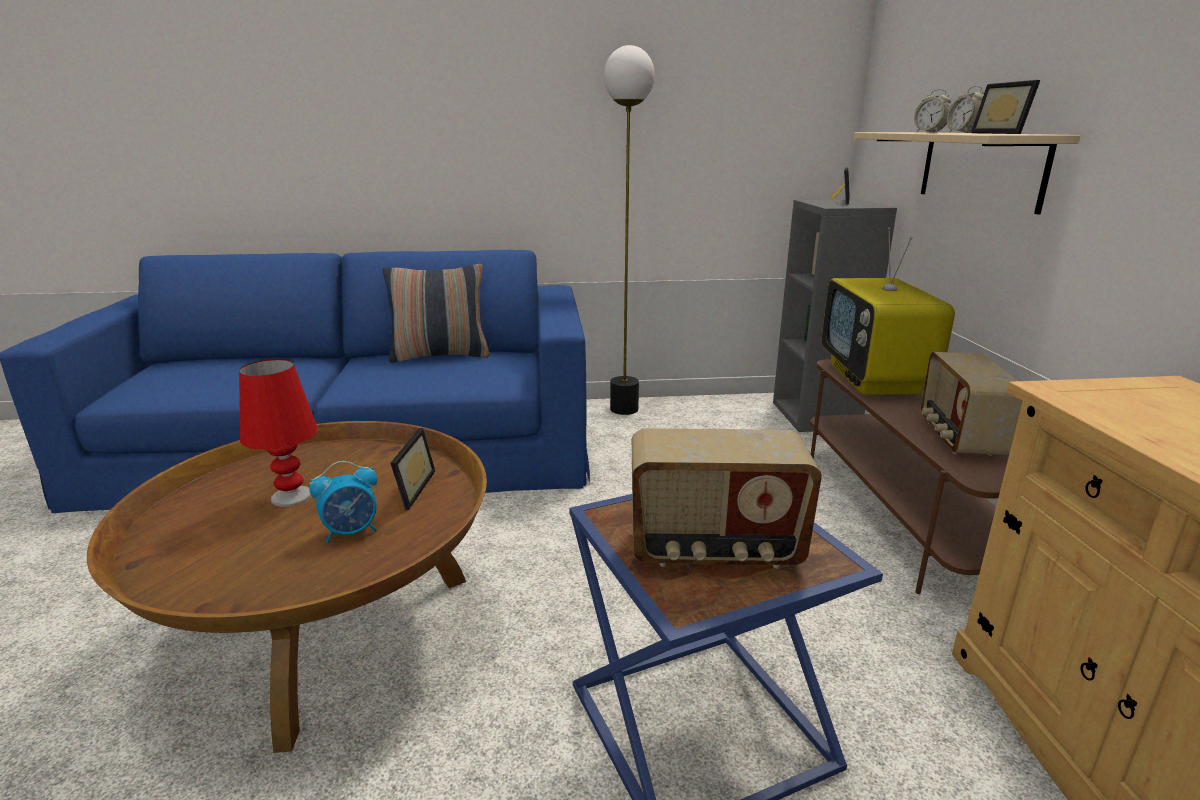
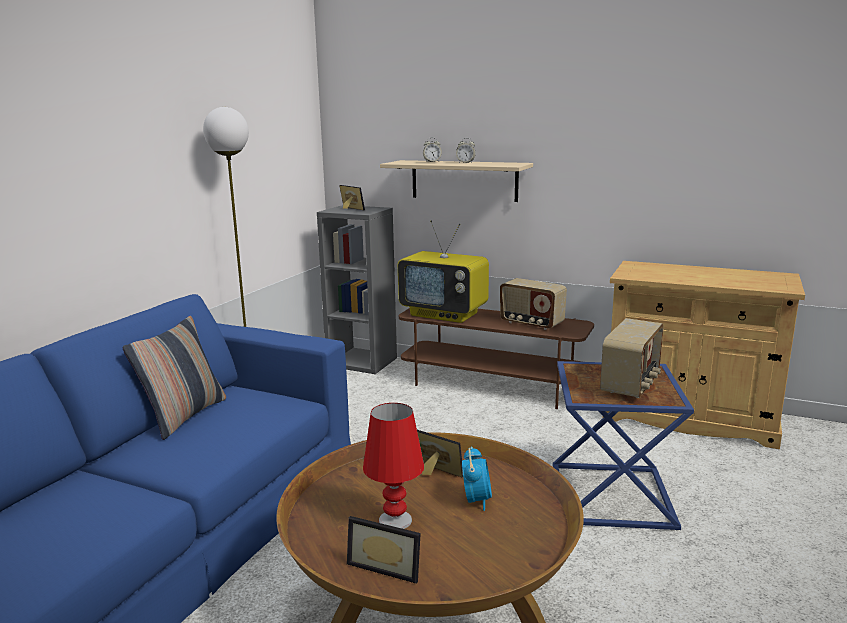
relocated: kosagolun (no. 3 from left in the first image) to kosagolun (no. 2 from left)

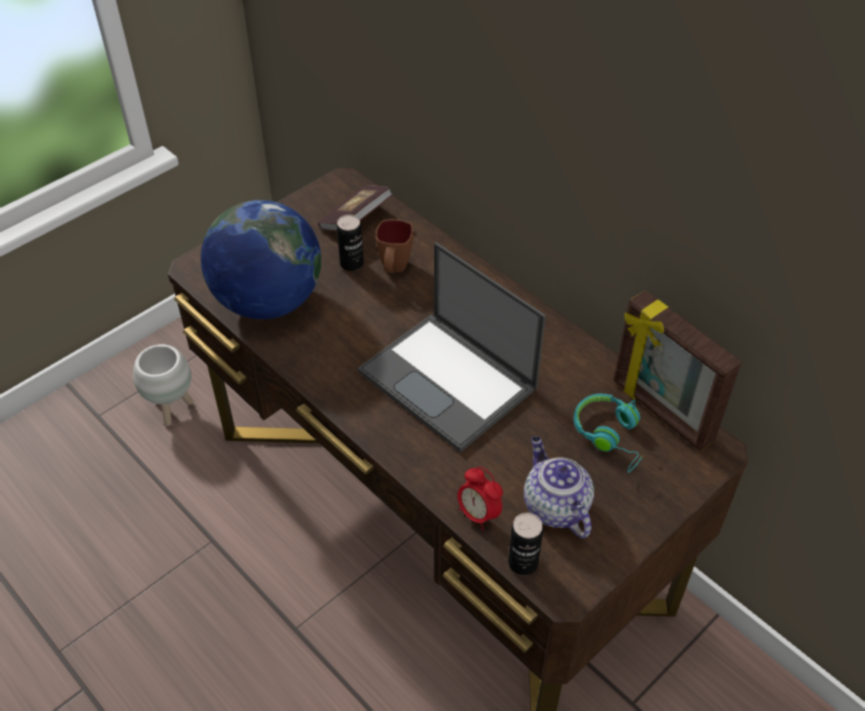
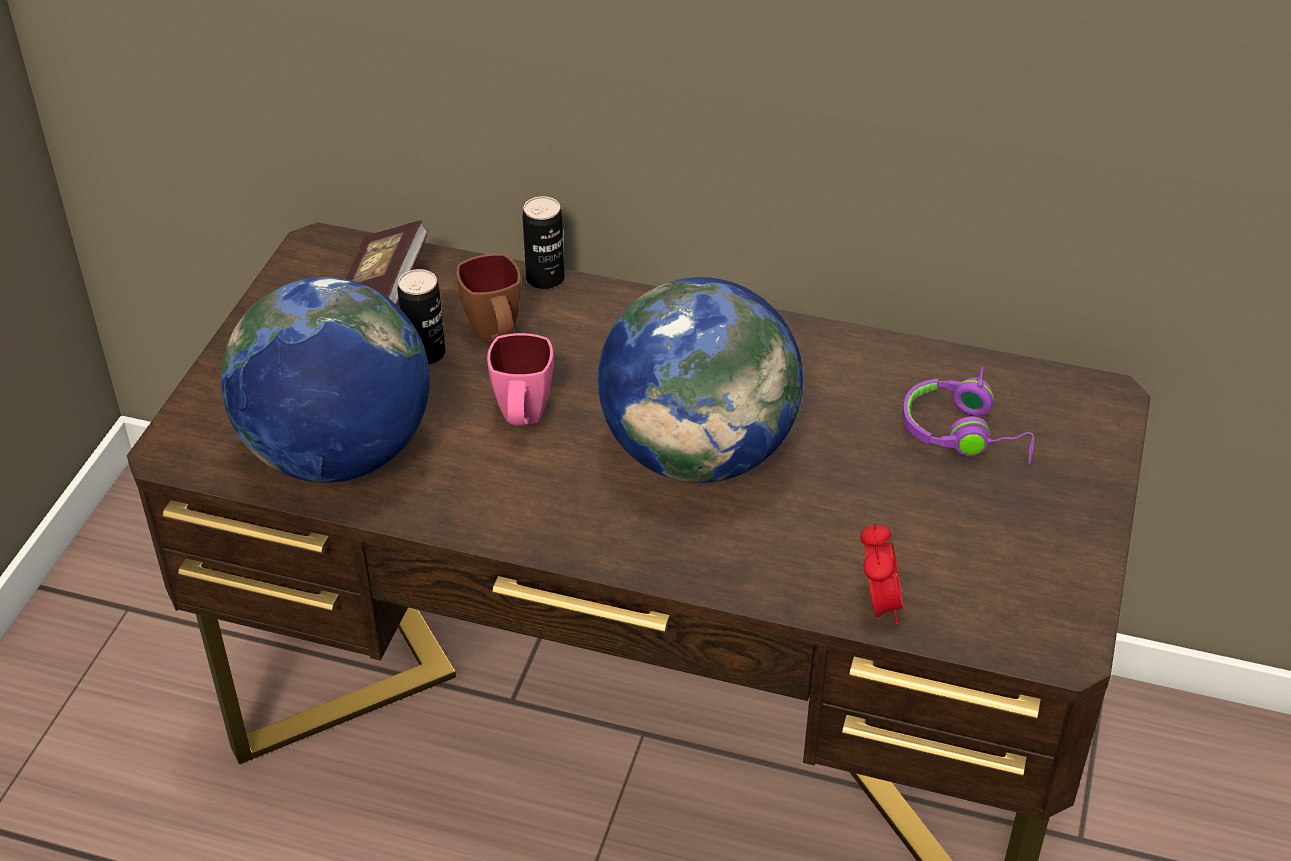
missing: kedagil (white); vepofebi; kosagolun
appeared: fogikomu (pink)
relocated: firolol (no. 2 from left)
exchanged: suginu to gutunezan (no. 2 from left)
colour: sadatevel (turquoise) to sadatevel (purple)
spun: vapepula 105 degrees counterclockwise

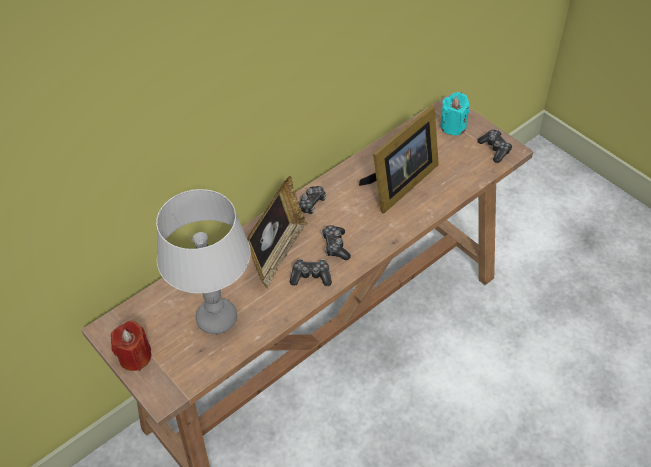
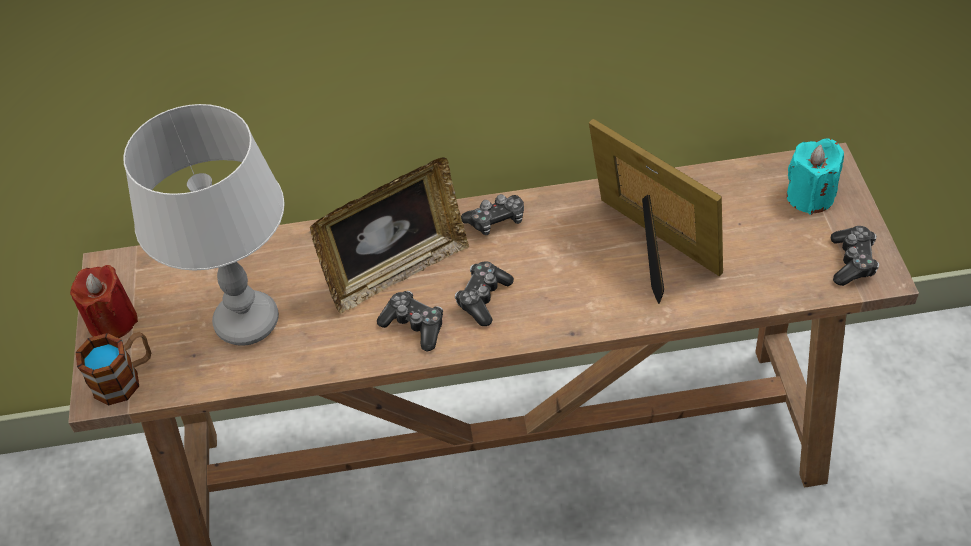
appeared: fogikomu
spun: kosagolun (no. 2 from left) 120 degrees counterclockwise

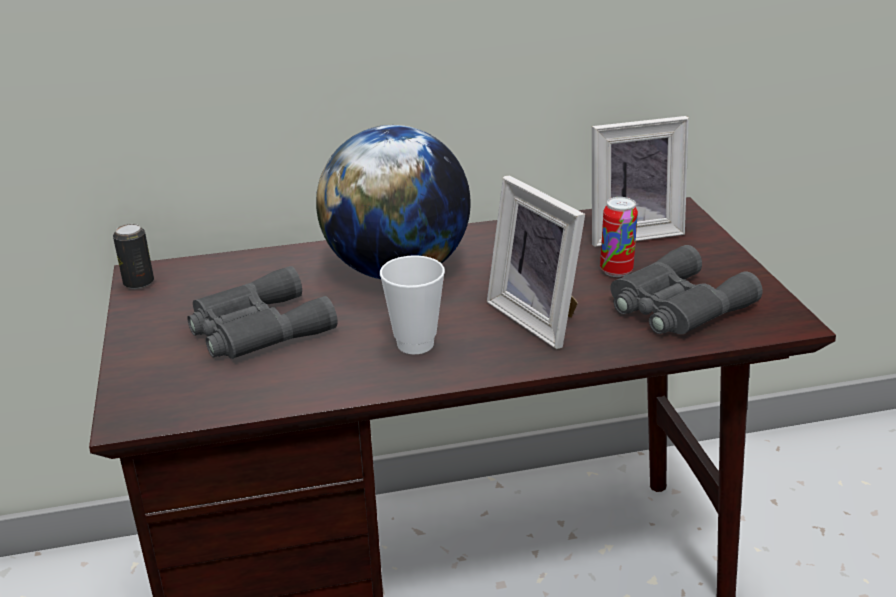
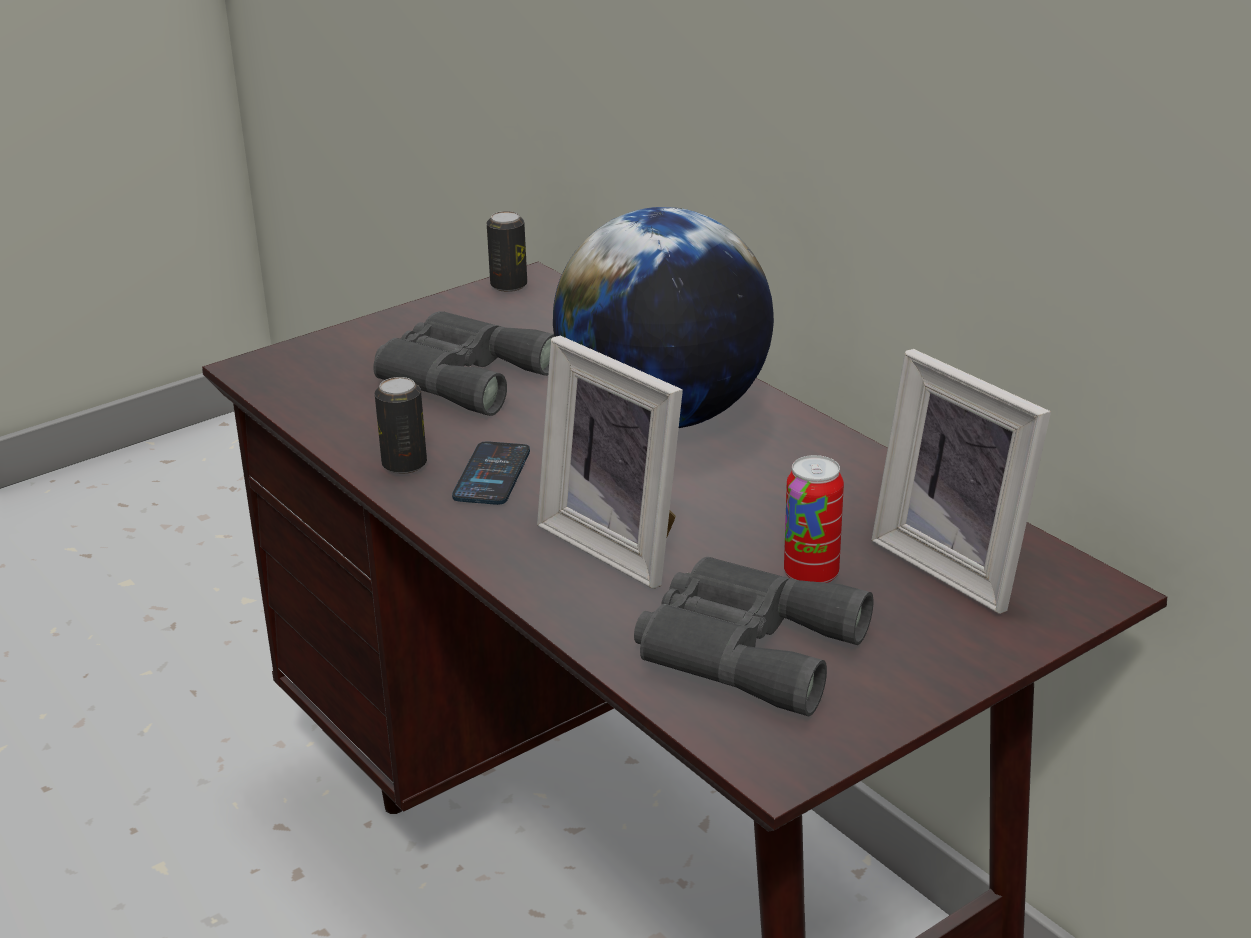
appeared: firolol (no. 1 from left)
exchanged: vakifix to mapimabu
spun: kosagolun (no. 1 from left) 75 degrees counterclockwise

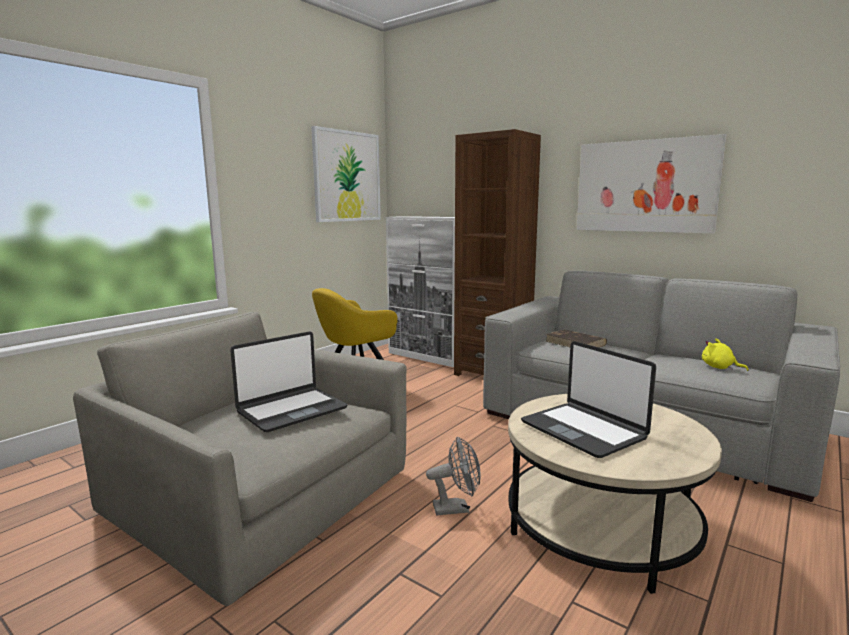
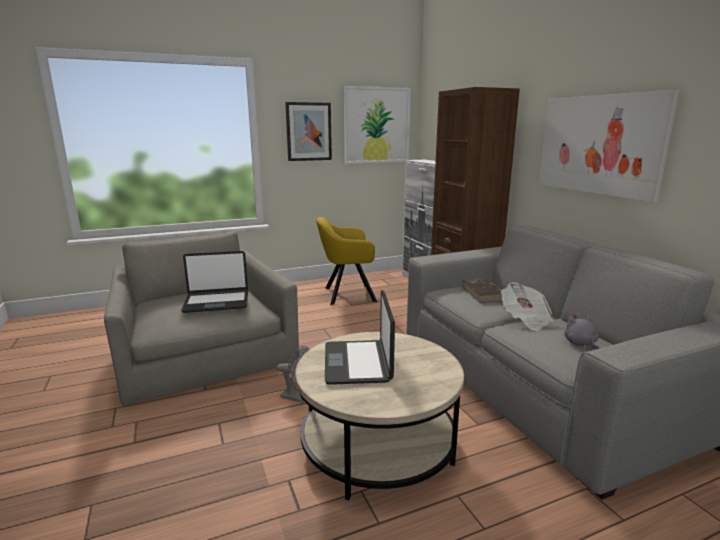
appeared: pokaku (no. 1 from left); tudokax
colour: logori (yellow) to logori (grey)

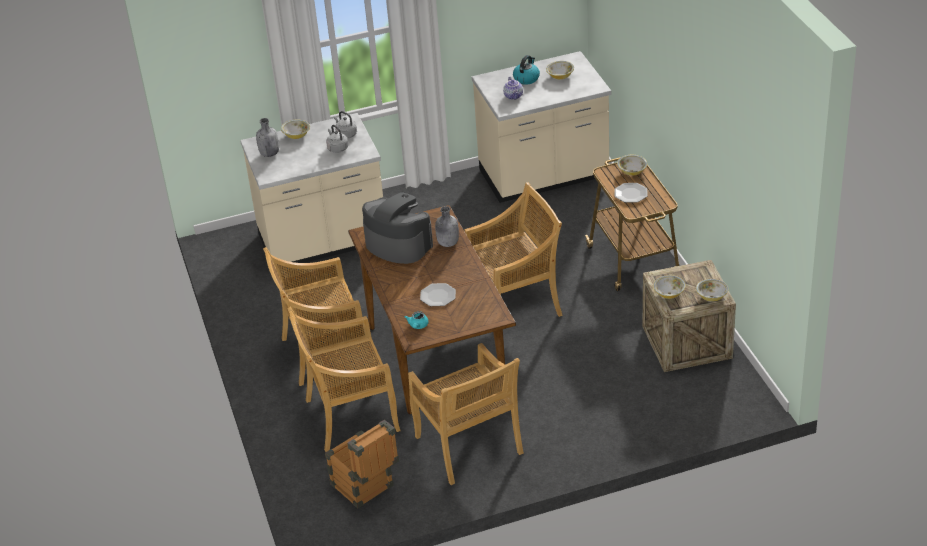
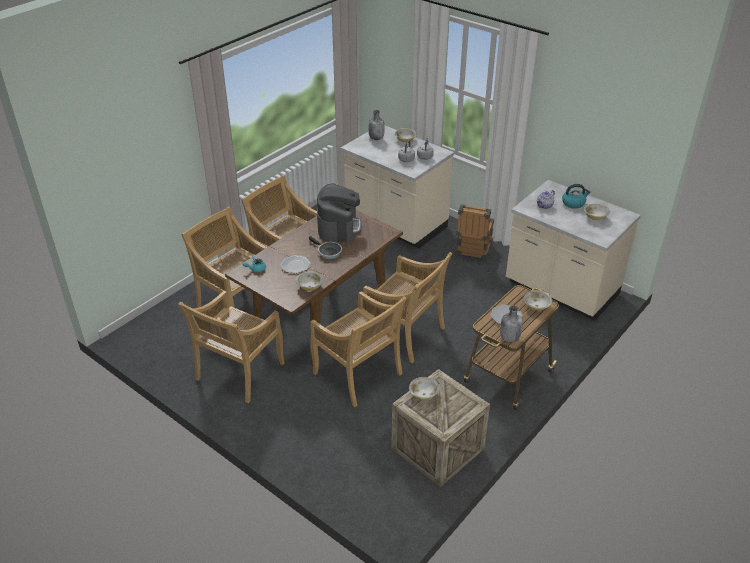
appeared: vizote; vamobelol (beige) (no. 4 from left)
relocated: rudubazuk (no. 1 from left in the first image) to rudubazuk (no. 2 from left); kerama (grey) (no. 2 from left); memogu (no. 5 from left in the first image) to memogu (no. 1 from left)

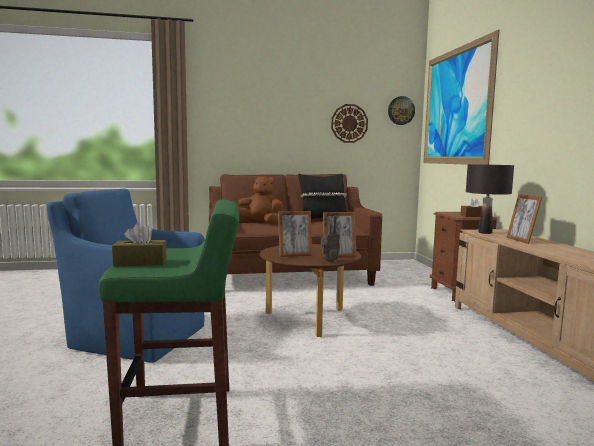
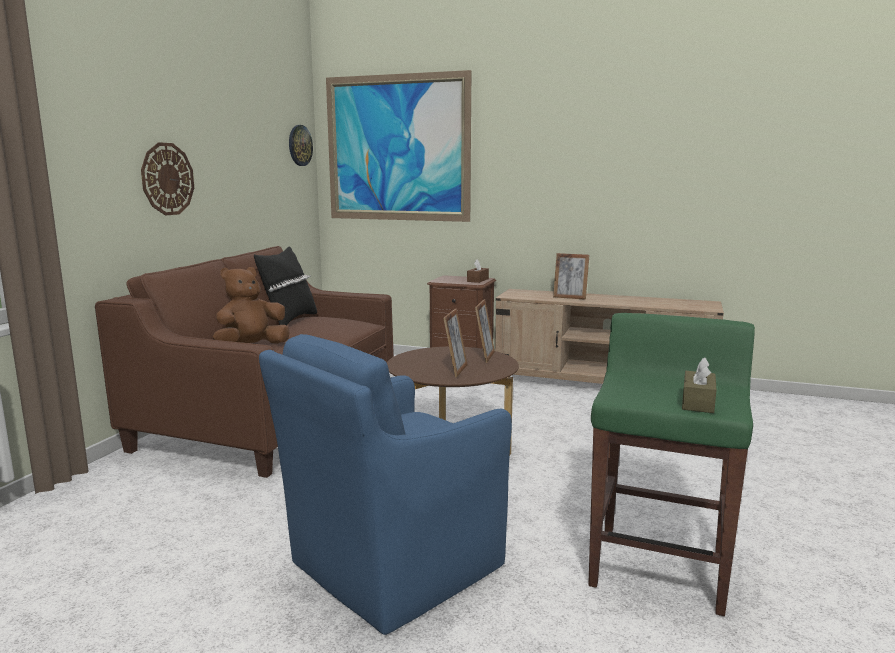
missing: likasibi; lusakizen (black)
relocated: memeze (no. 1 from left)

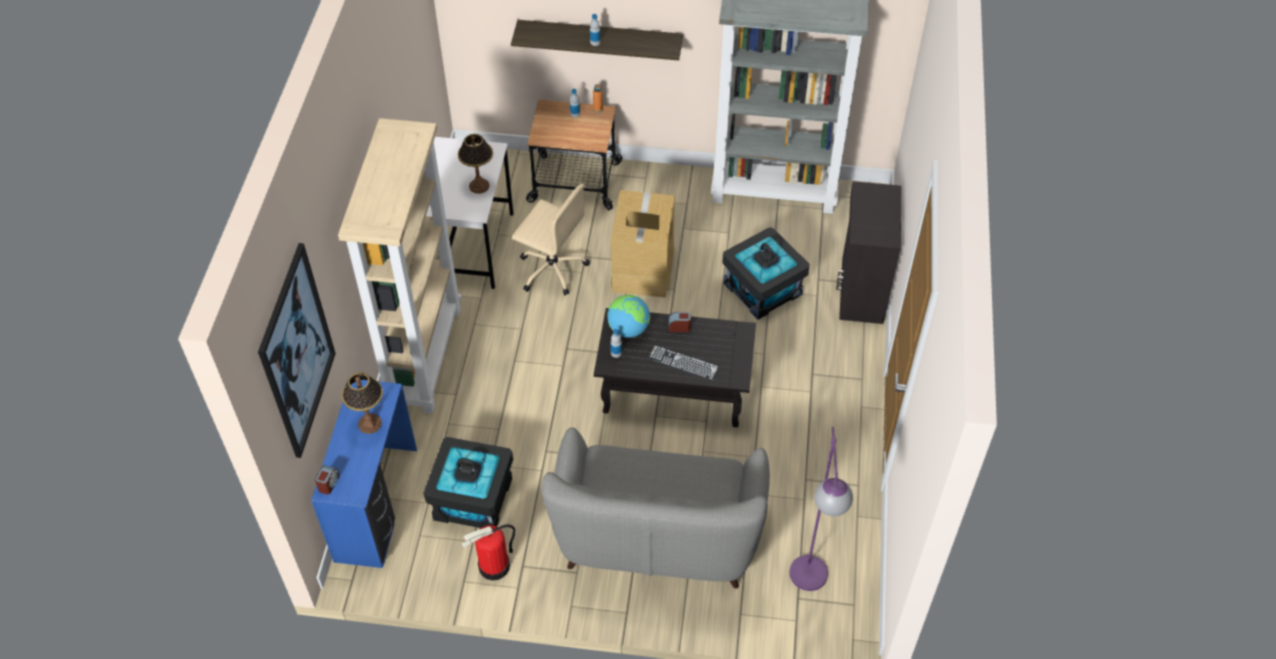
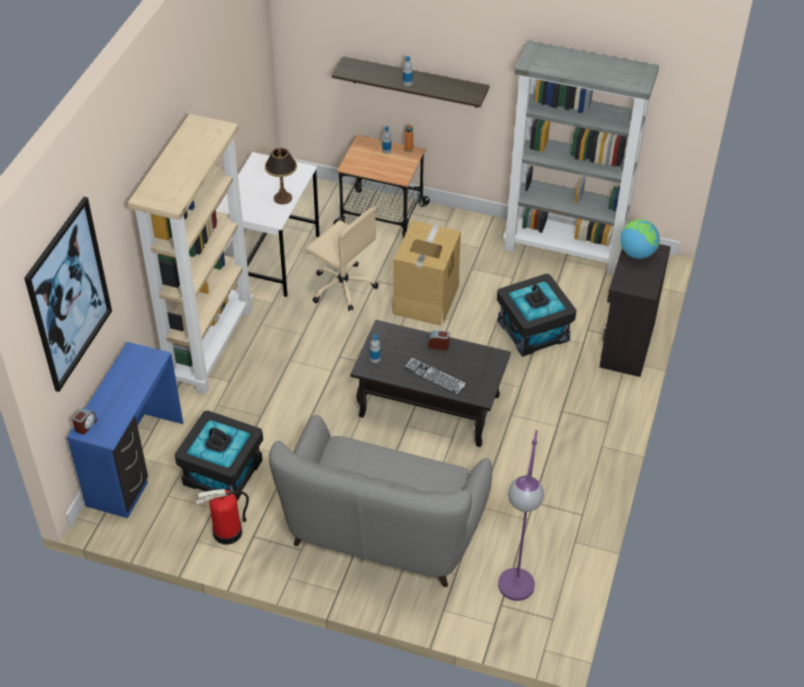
missing: lusakizen (no. 1 from left)
relocated: gutunezan

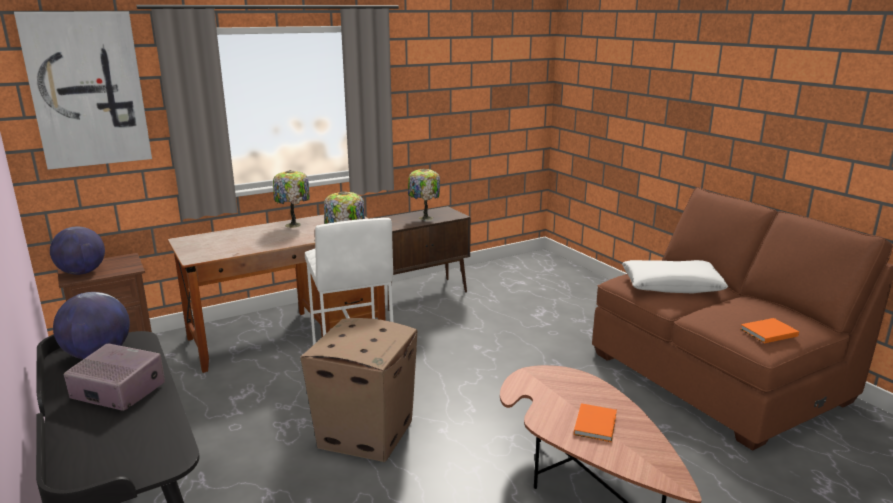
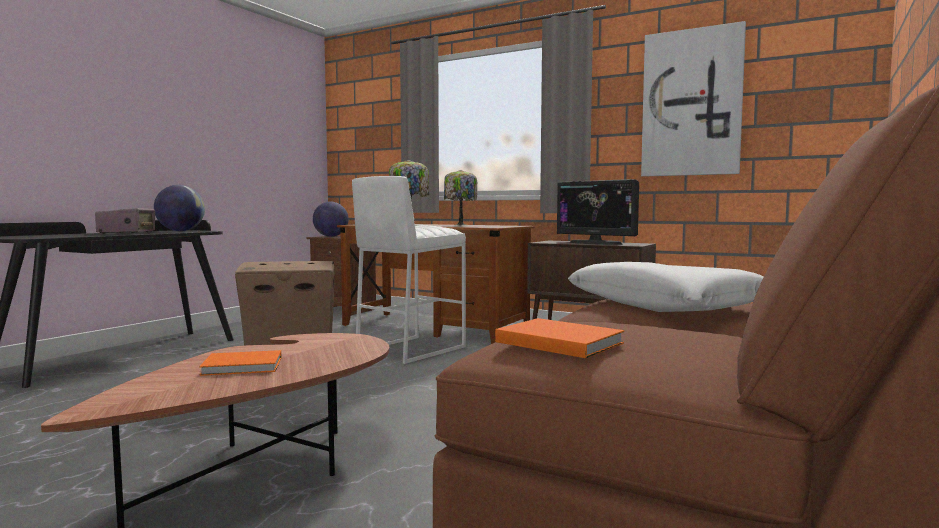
relocated: pokaku
exchanged: lusakizen (no. 3 from left) to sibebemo

